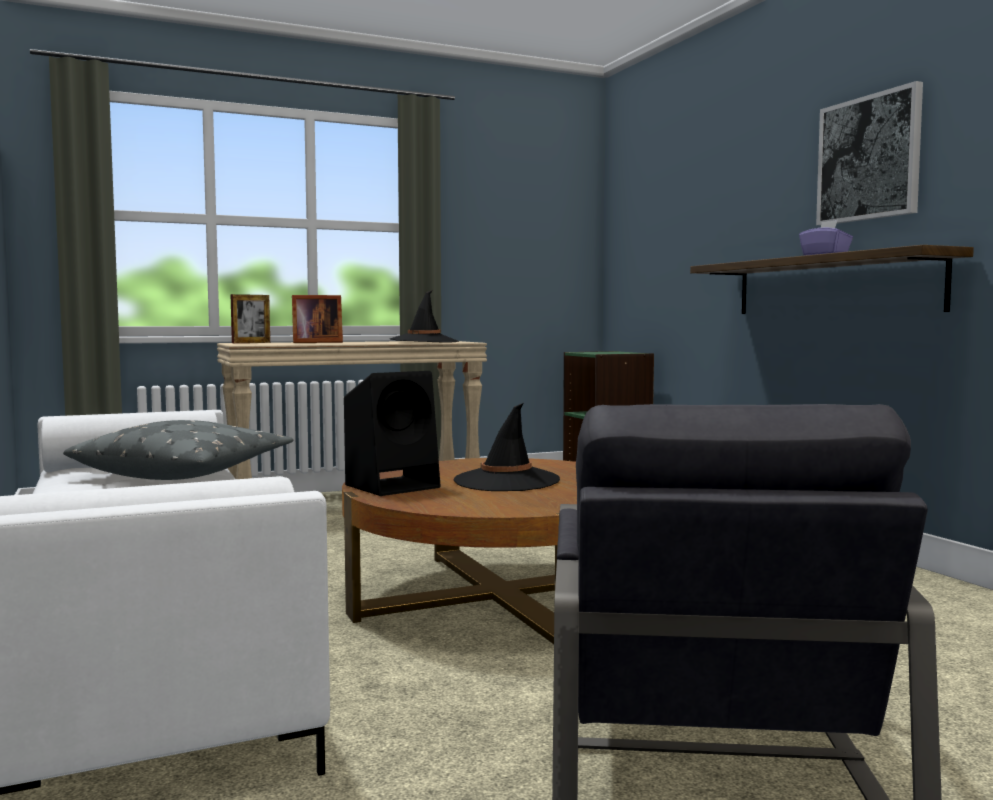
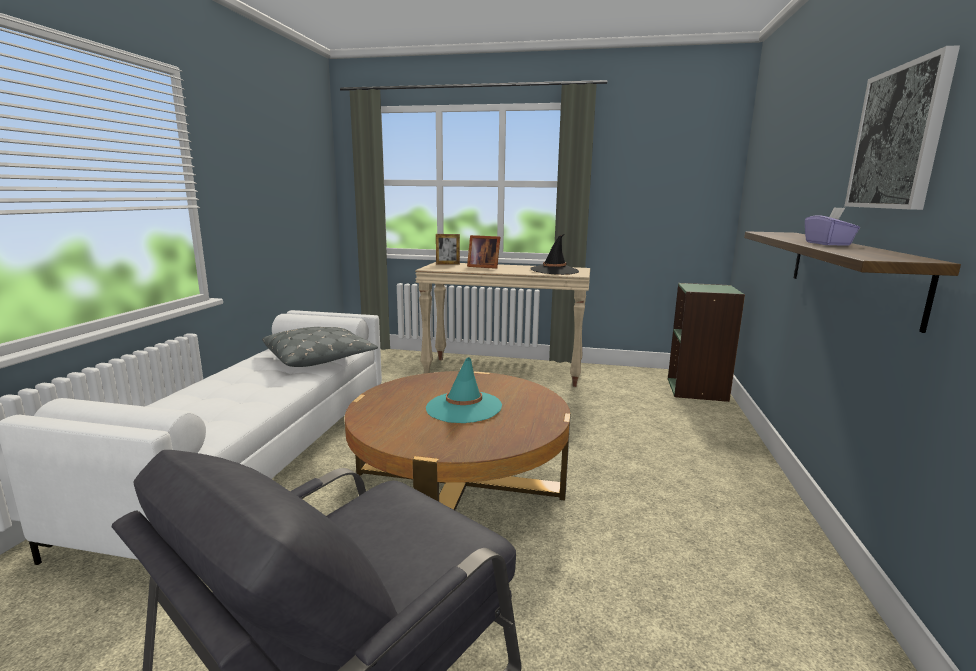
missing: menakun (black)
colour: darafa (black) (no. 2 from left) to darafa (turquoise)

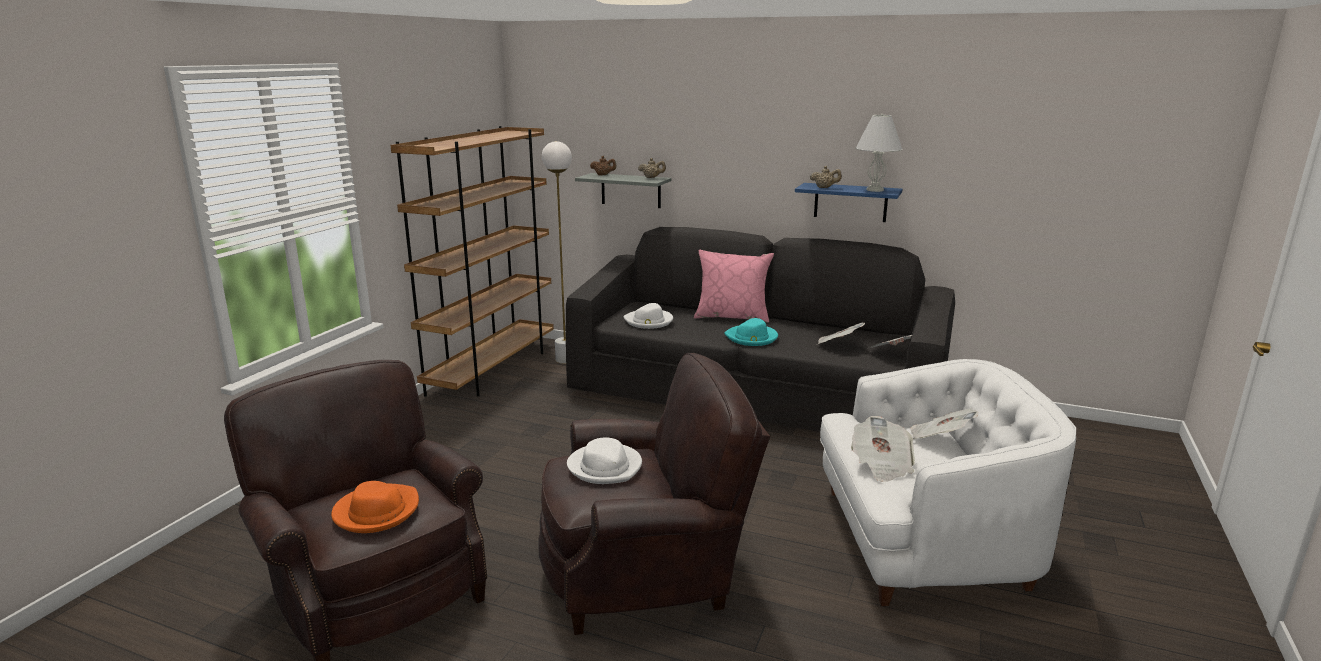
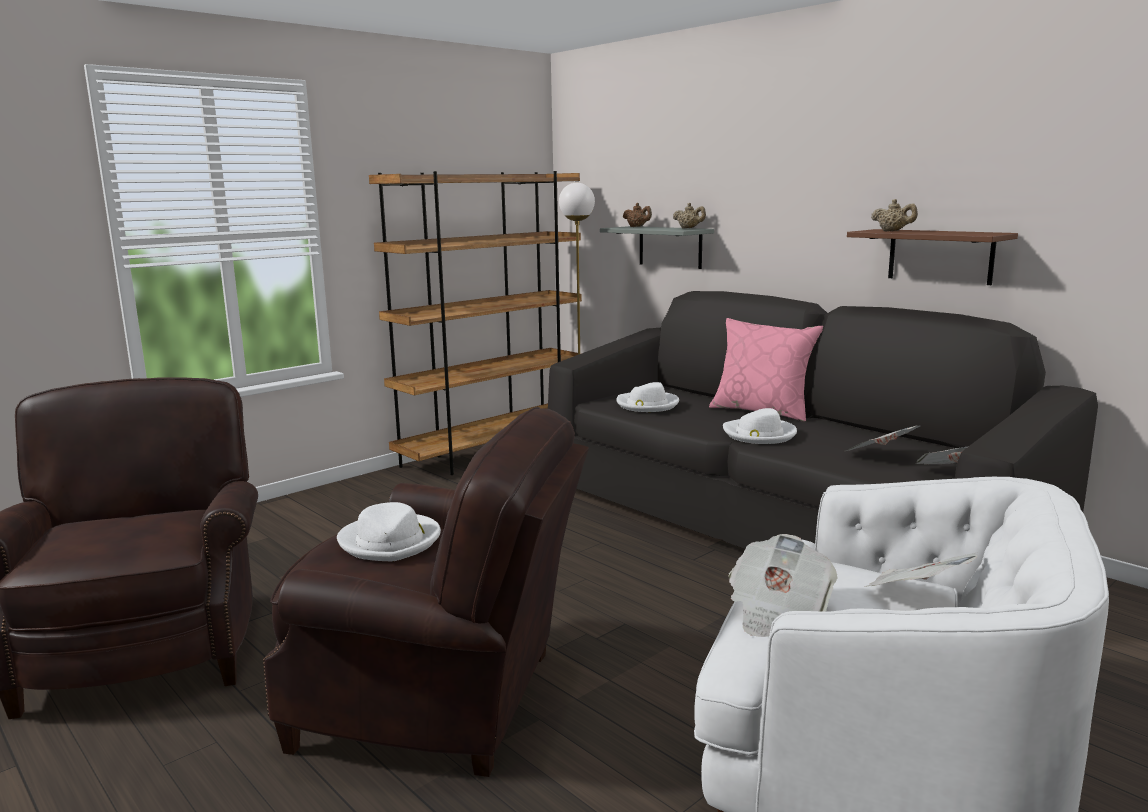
missing: darafa (orange); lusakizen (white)
colour: darafa (turquoise) to darafa (white) (no. 3 from left); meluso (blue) to meluso (brown)

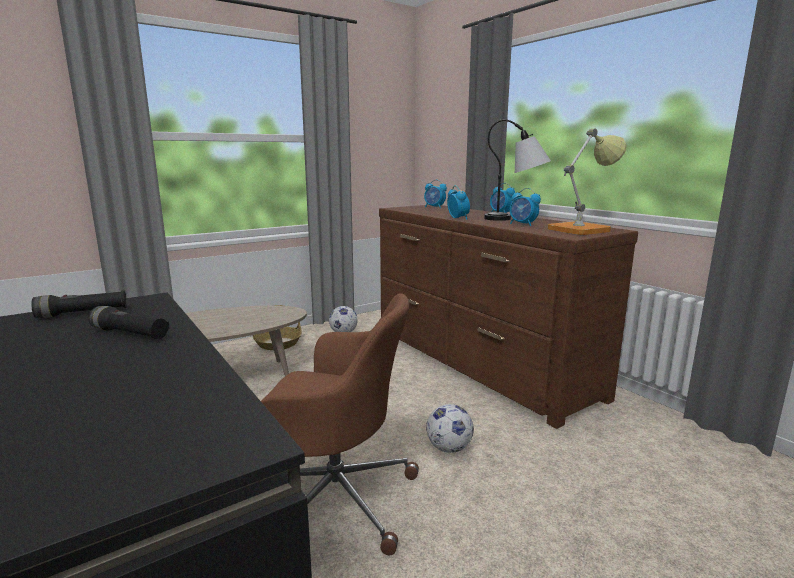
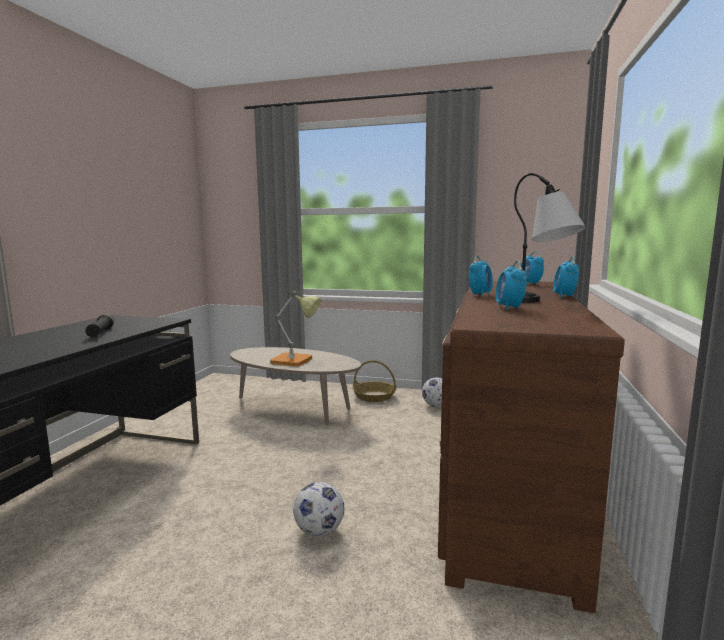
missing: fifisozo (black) (no. 1 from left); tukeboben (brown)
relocated: lusakizen (no. 2 from left in the first image) to lusakizen (no. 1 from left)

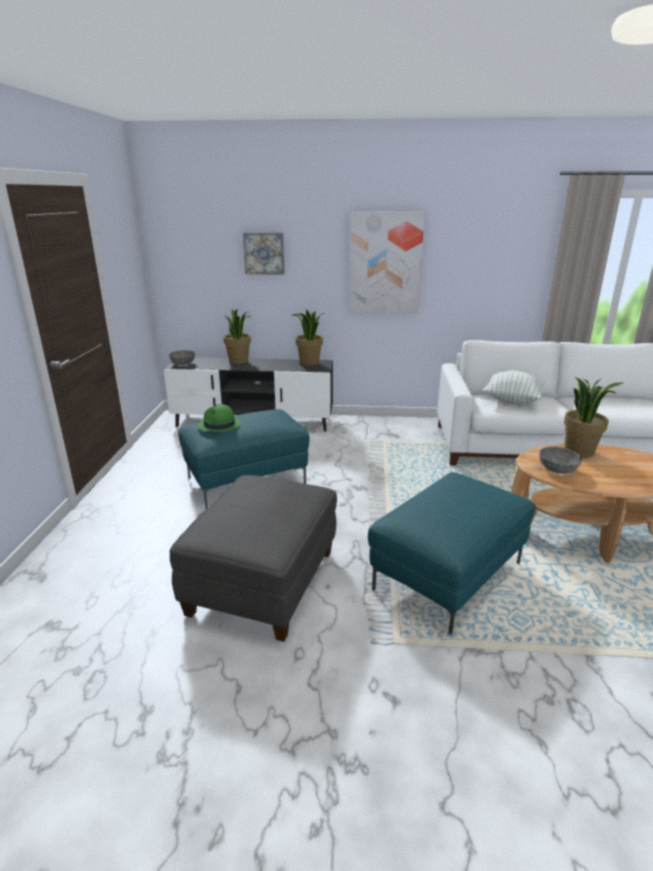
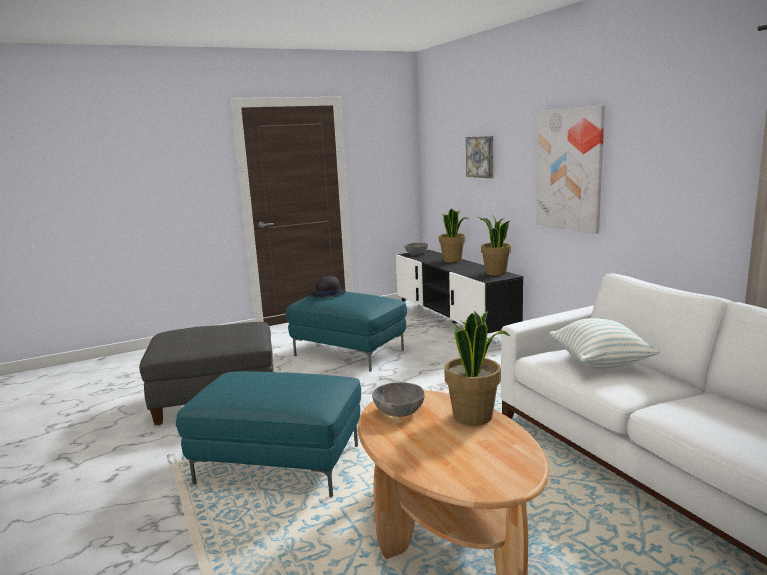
colour: darafa (green) to darafa (black)

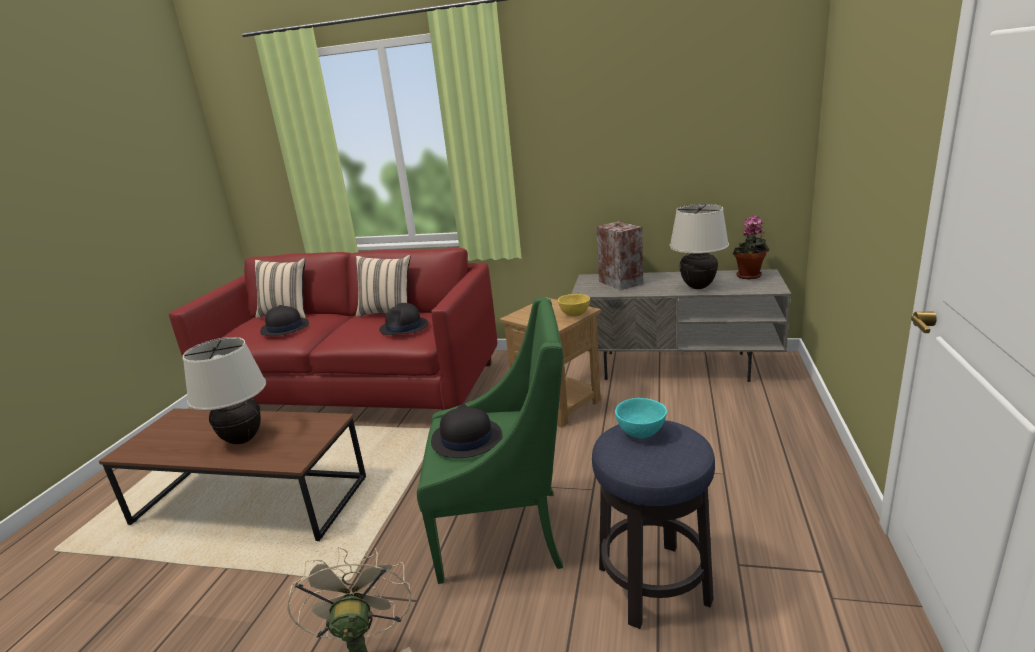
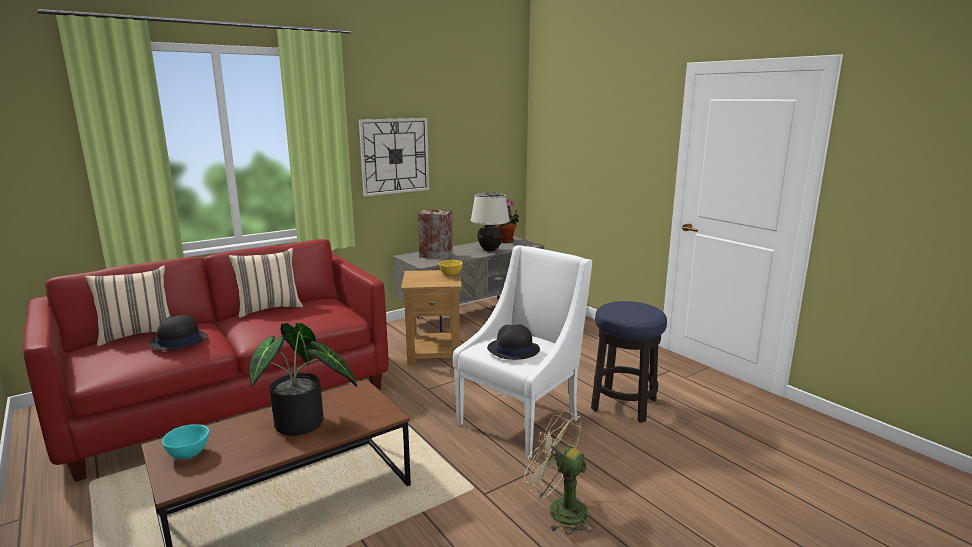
missing: darafa (black) (no. 2 from left)
appeared: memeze
relocated: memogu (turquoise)
exchanged: lusakizen (beige) (no. 1 from left) to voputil (no. 1 from left)
colour: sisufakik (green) to sisufakik (white)

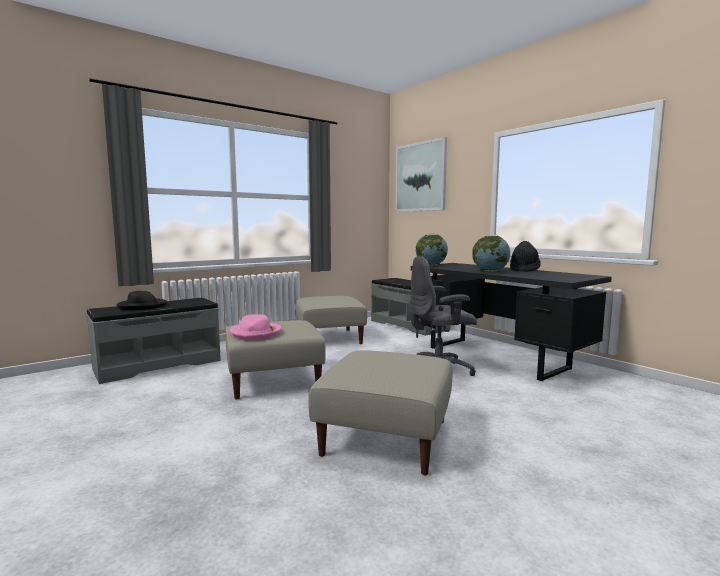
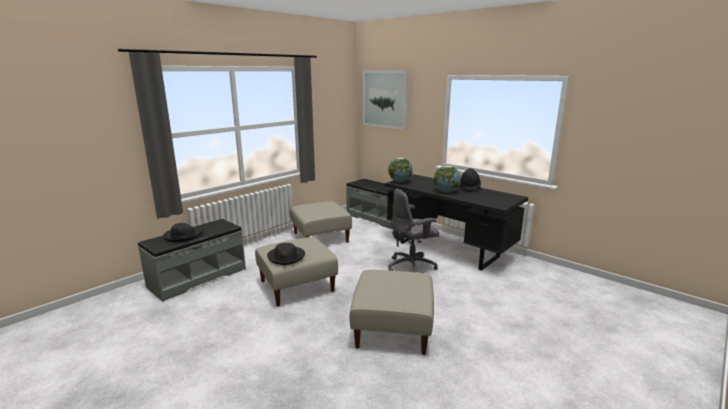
colour: darafa (pink) to darafa (black) (no. 2 from left)

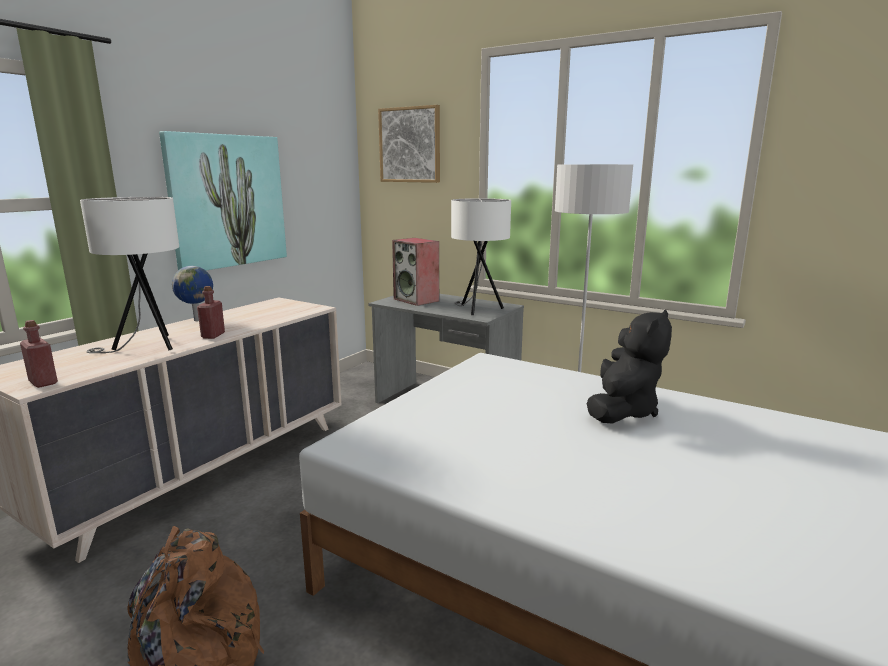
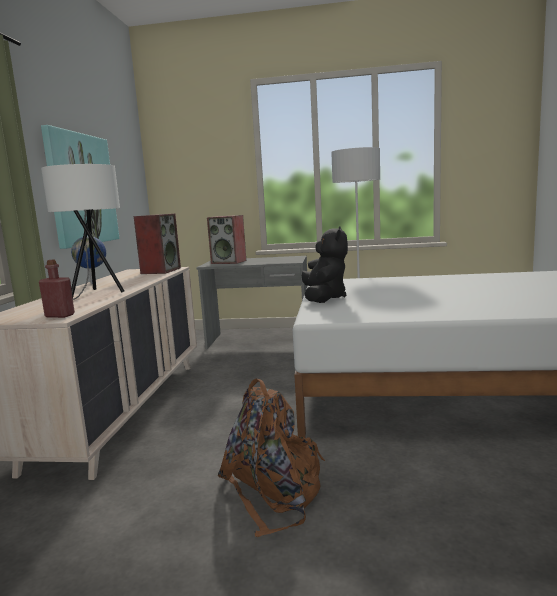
missing: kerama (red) (no. 2 from left); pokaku (no. 2 from left); lusakizen (white) (no. 2 from left)
appeared: menakun (no. 1 from left)
relocated: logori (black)

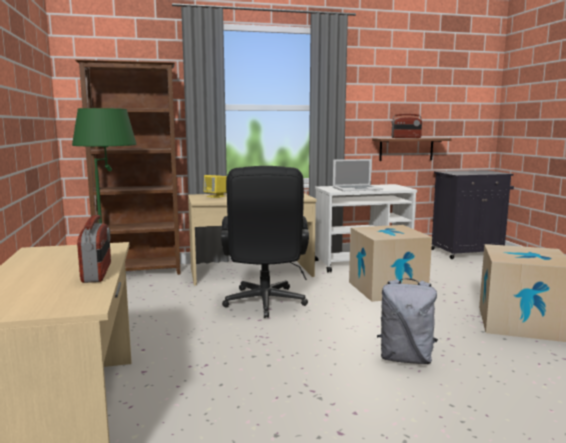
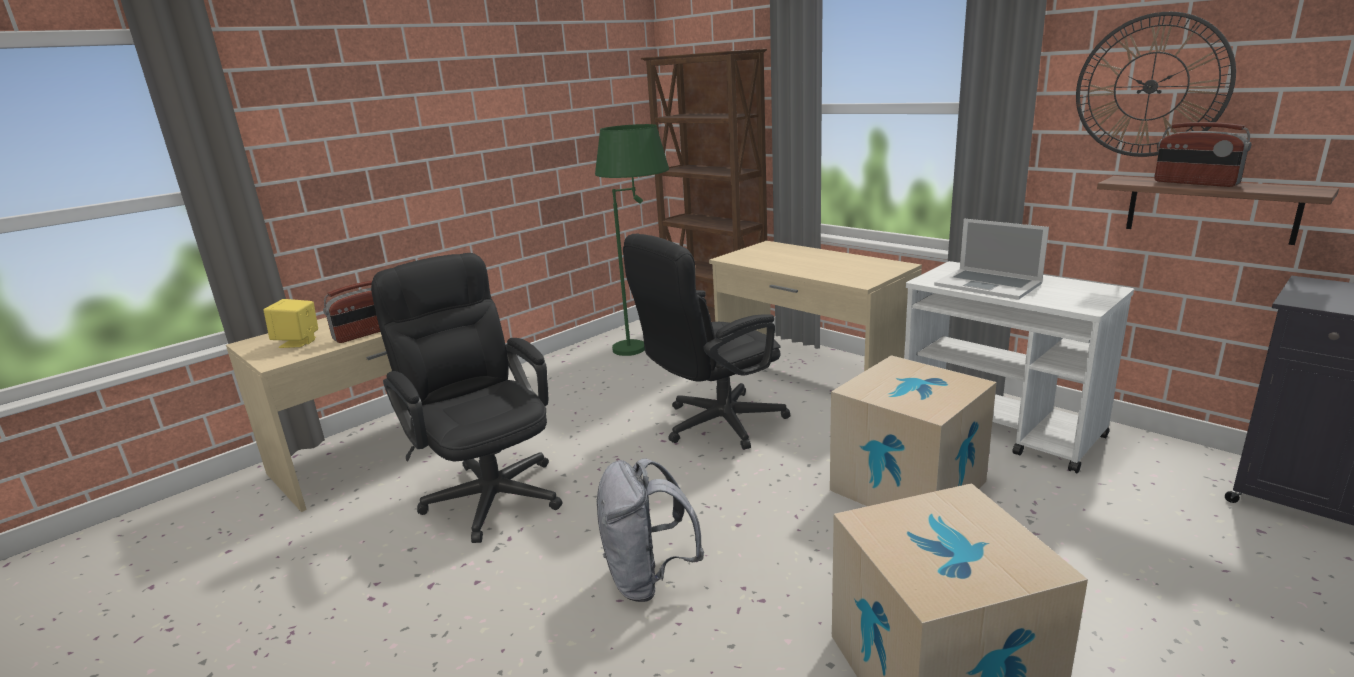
appeared: tukeboben (black) (no. 1 from left); memeze
relocated: menakun (yellow)

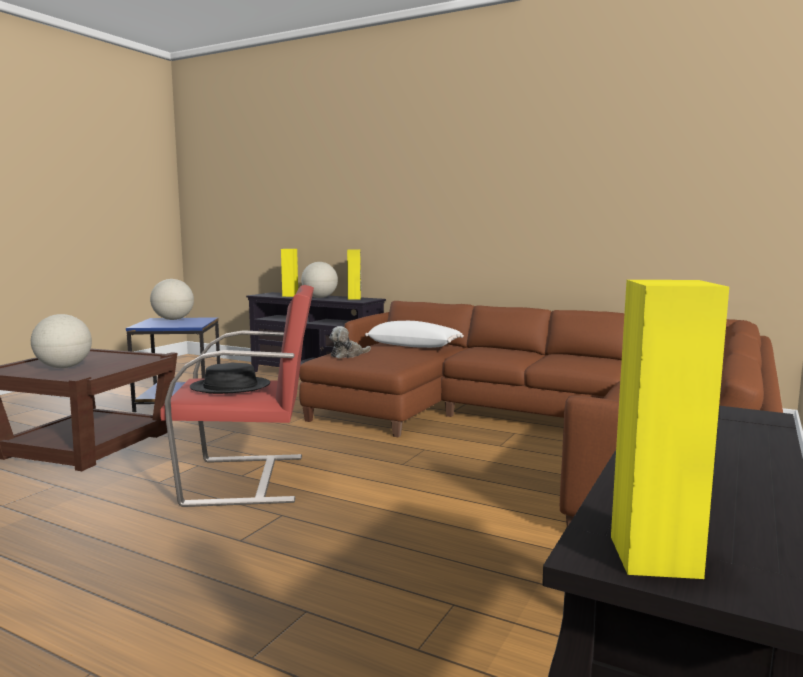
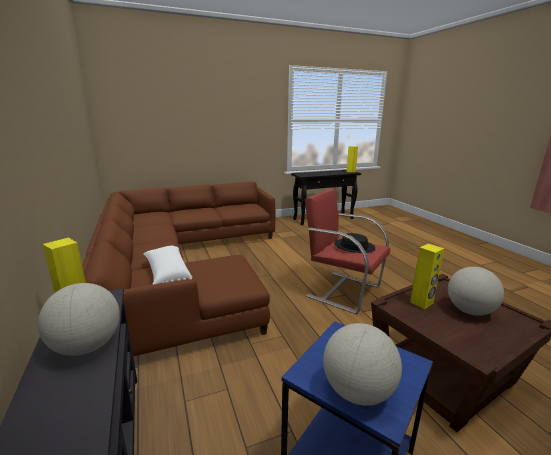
missing: logori
relocated: menakun (yellow) (no. 1 from left in the first image) to menakun (yellow) (no. 3 from left)

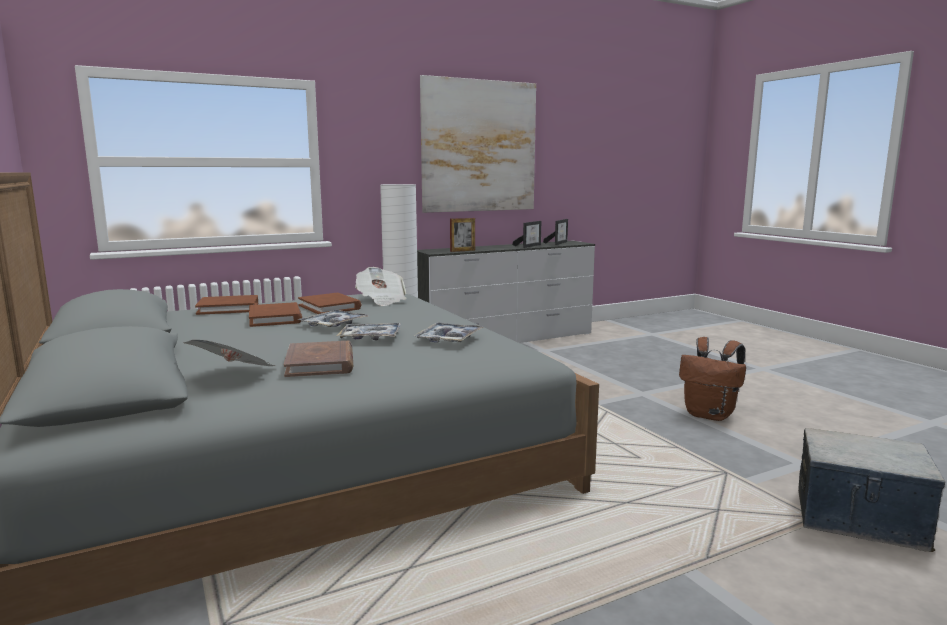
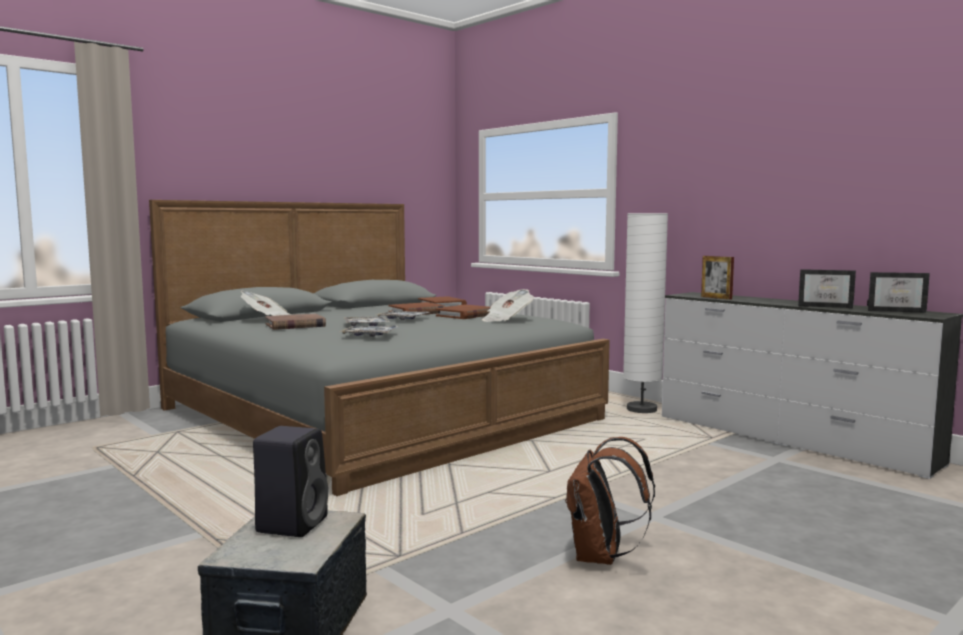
missing: pokaku
appeared: menakun (black)

